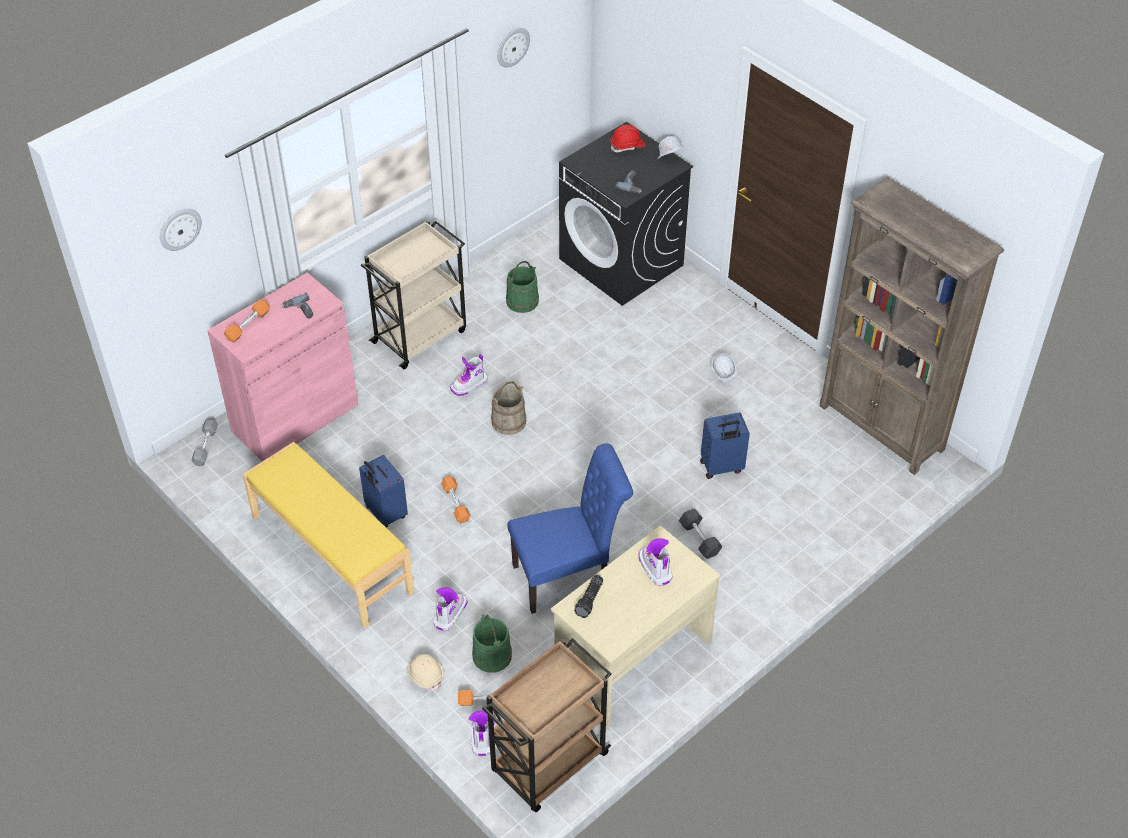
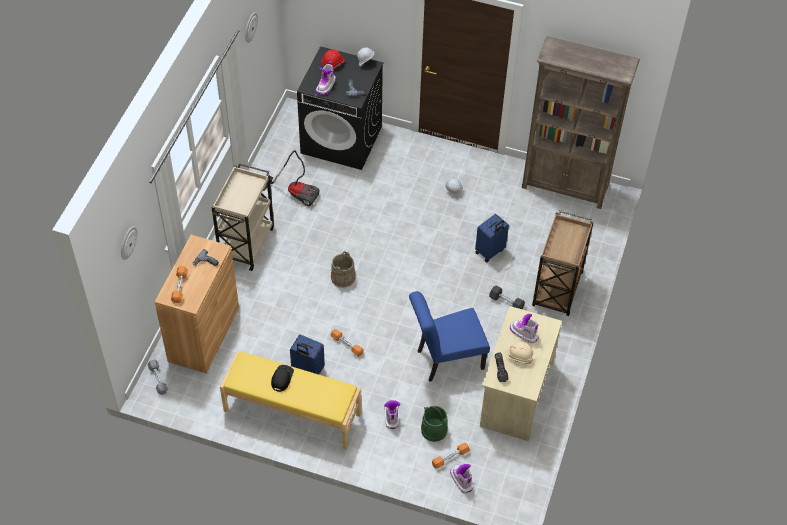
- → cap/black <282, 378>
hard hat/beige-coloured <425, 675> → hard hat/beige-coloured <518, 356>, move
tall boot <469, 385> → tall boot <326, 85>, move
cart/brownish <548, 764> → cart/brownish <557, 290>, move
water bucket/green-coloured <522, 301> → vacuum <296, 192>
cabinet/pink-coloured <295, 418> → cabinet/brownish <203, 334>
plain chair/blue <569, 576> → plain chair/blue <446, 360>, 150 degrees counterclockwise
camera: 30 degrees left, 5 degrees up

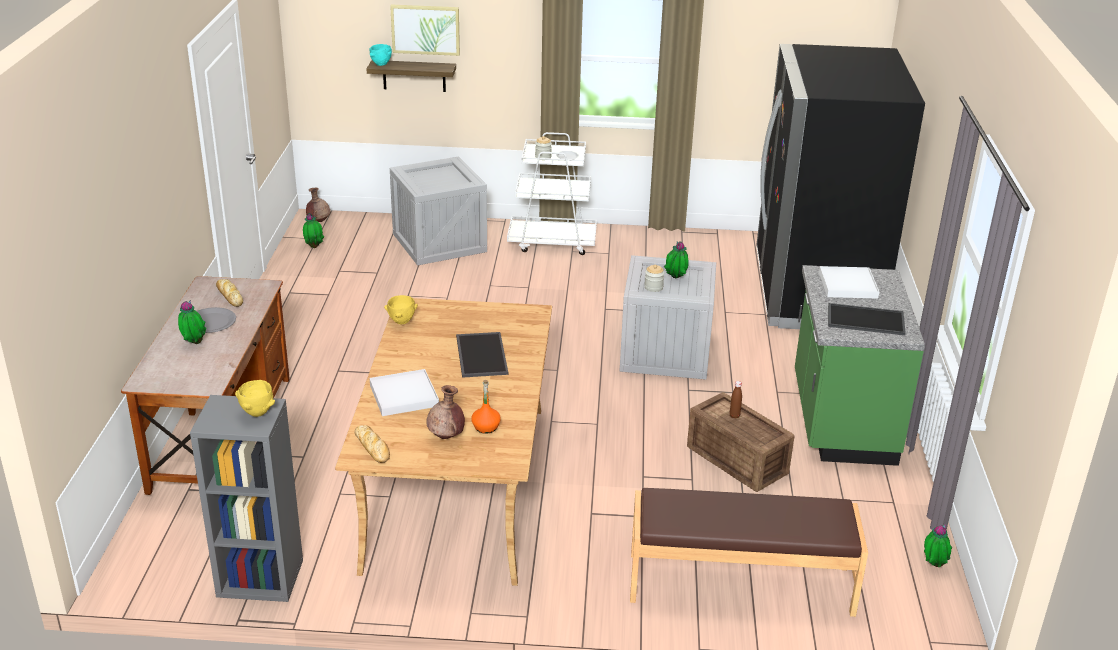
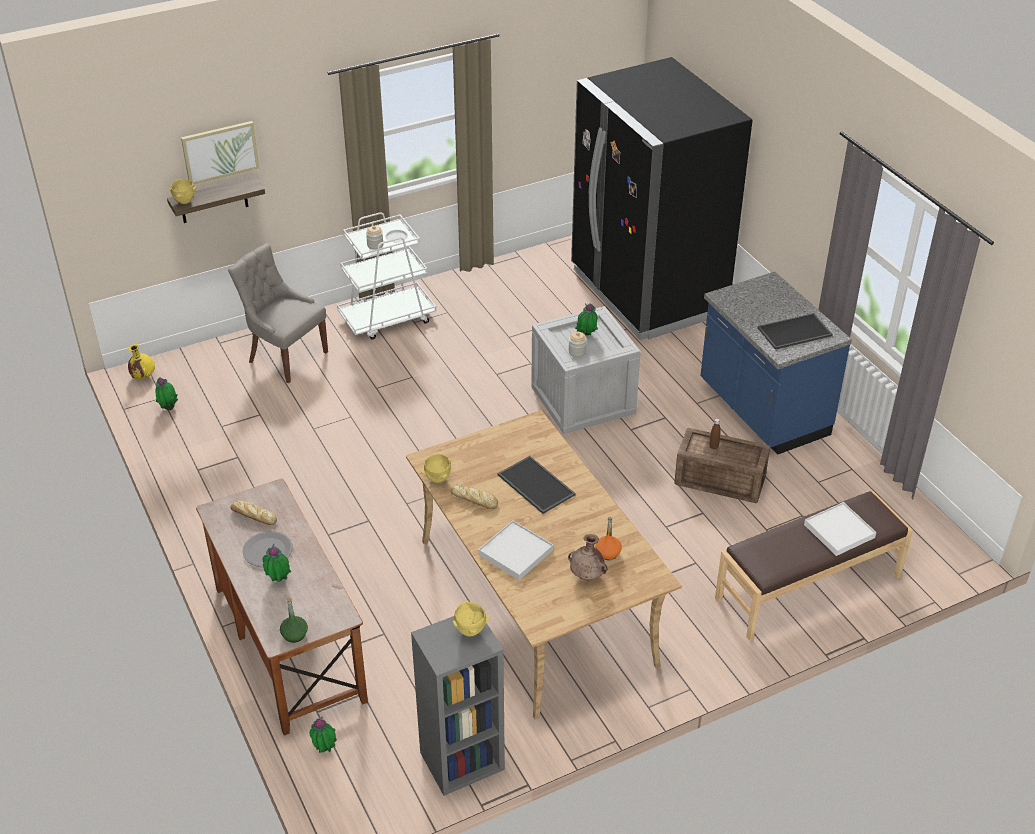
- → bottle/green-coloured <294, 635>
bread <372, 448> → bread <475, 500>, move
tray/white-coloured <847, 285> → tray/white-coloured <839, 531>, move
houseplant <933, 565> → houseplant <324, 749>, move
shipping crate <440, 242> → plain chair/gray <286, 357>
vase/brownish <319, 221> → vase/yellow <143, 376>
deep dish/blue-green <381, 64> → deep dish/yellow <184, 201>
kitchen counter/green-coloured <840, 420> → kitchen counter/blue <762, 411>
camera: 30 degrees left, 10 degrees up

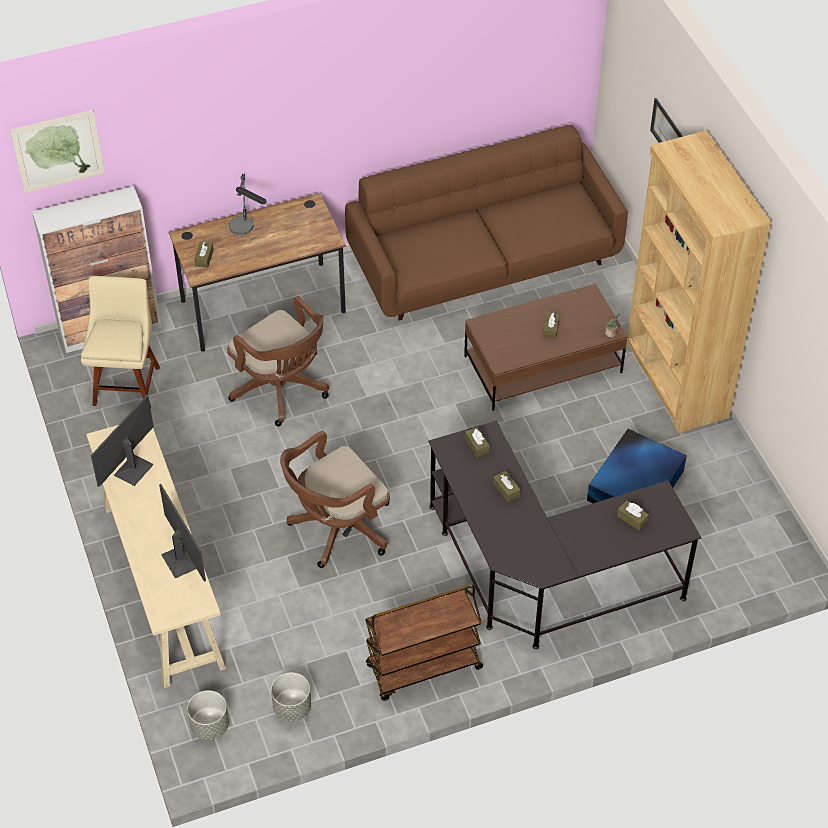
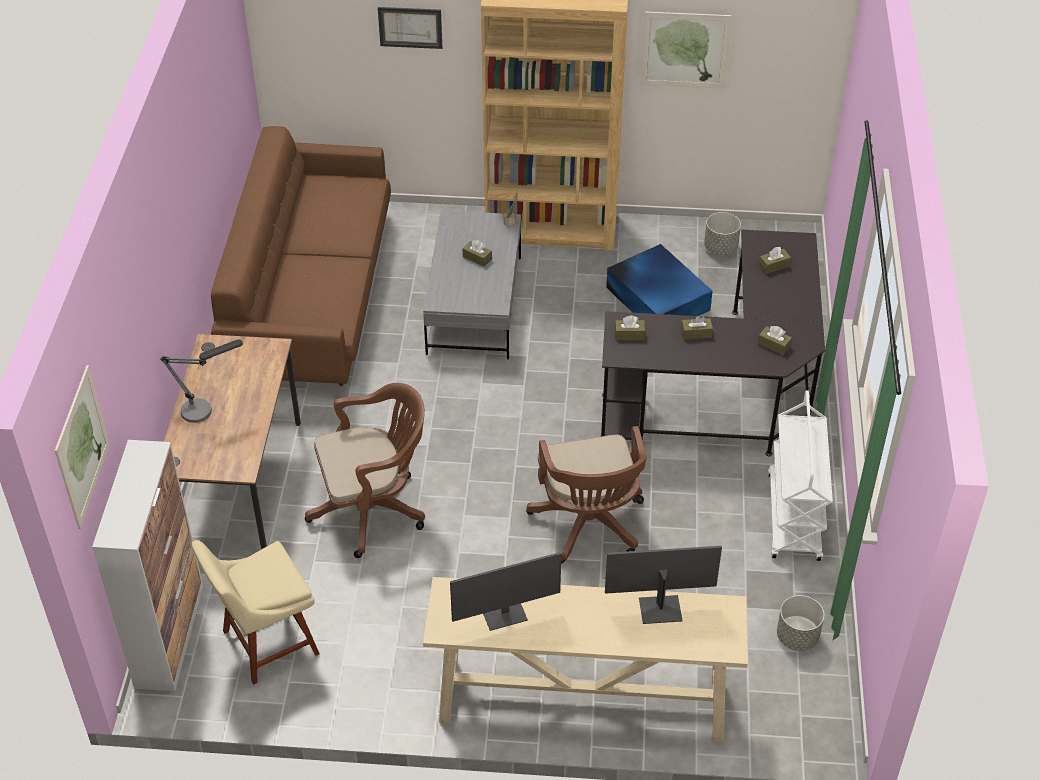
- → wall picture <685, 50>
planter/gray <209, 726> → planter/gray <720, 248>, move
box of tissues/brownish <204, 258> → box of tissues/brownish <774, 345>, move
cart/brownish <423, 668> → cart/white-coloured <794, 518>
lounge table/brownish <543, 364> → lounge table/gray <474, 305>
plain chair/beige-coloured <127, 383> → plain chair/beige-coloured <265, 644>, 60 degrees counterclockwise
computer display <132, 469> → computer display <504, 614>, 75 degrees counterclockwise
camera: 65 degrees left, 5 degrees down

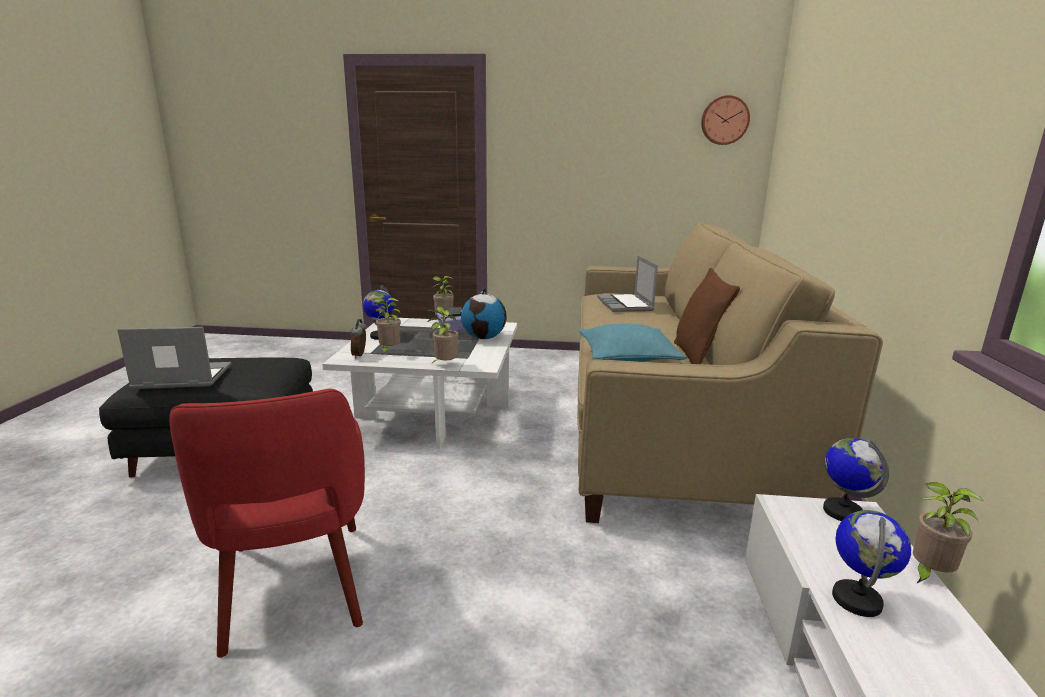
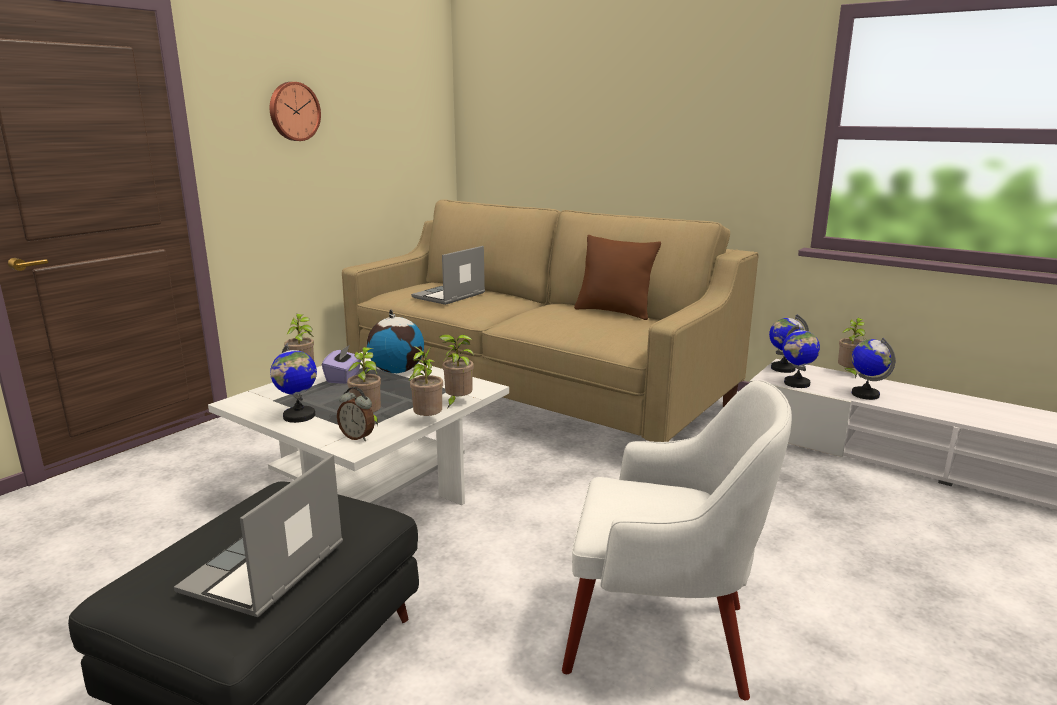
cushion/blue-green <627, 356> → -
- → houseplant <427, 420>
- → globe <796, 383>
clock on the wall <724, 120> → clock on the wall <293, 111>, move
armchair/red-coloured <294, 588> → armchair/white-coloured <663, 638>
notebook computer <626, 305> → notebook computer <449, 296>, 105 degrees clockwise
camera: 60 degrees left, 0 degrees up

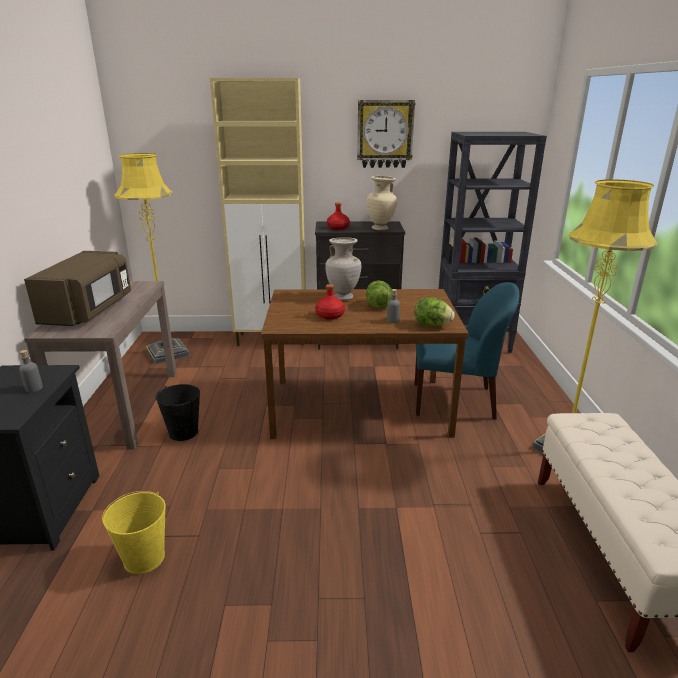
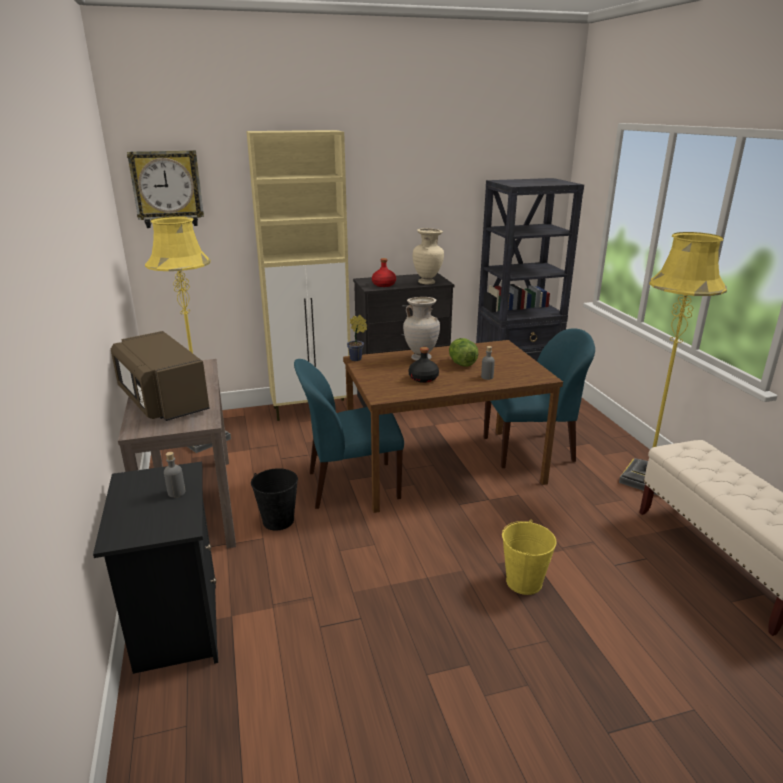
lettuce head <431, 325> → -
- → plain chair/blue <351, 485>
- → houseplant <357, 359>
water bucket/yellow <144, 558> → water bucket/yellow <524, 582>, move
clock on the wall <385, 134> → clock on the wall <167, 189>, move
bottle/red-coloured <329, 315> → bottle/black <423, 378>
microwave oven/brownish <89, 310> → microwave oven/brownish <163, 401>, 150 degrees clockwise
camera: 15 degrees left, 0 degrees up

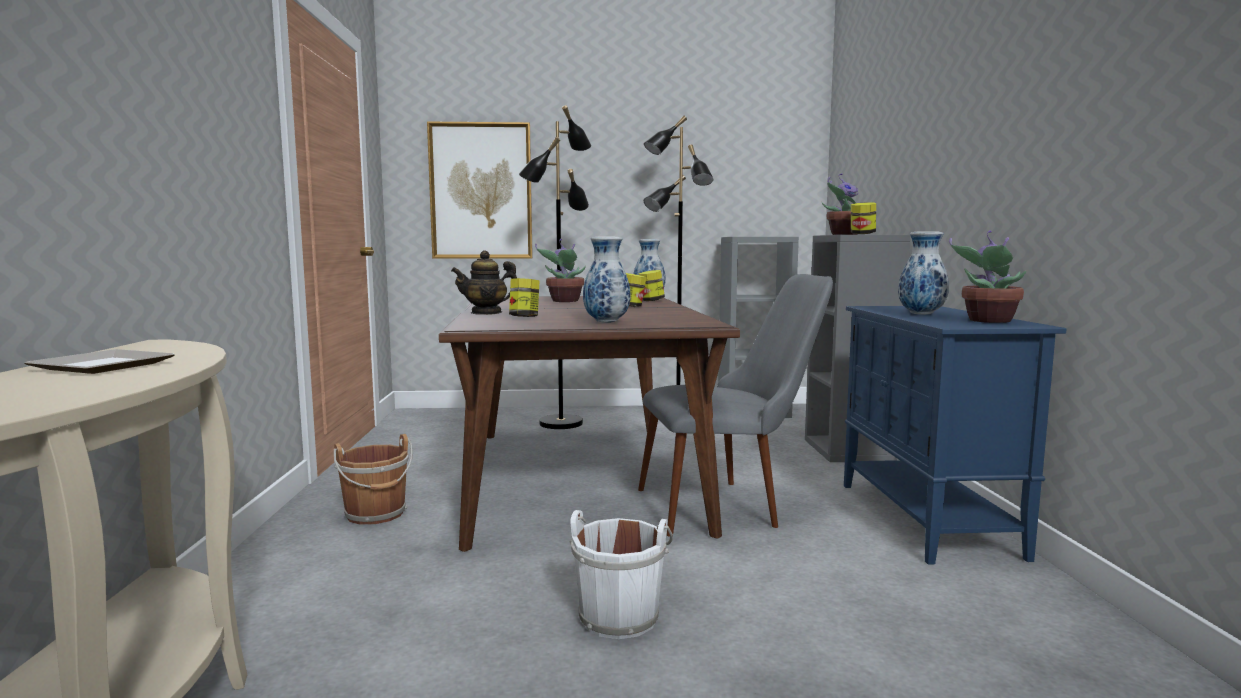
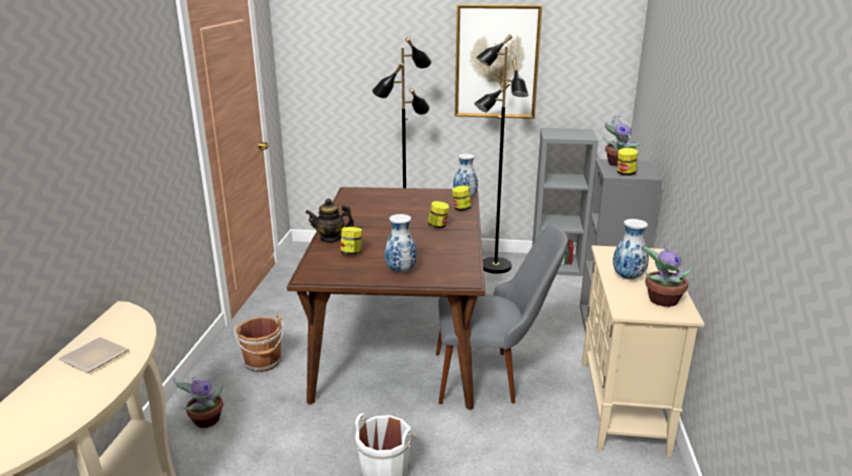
wall picture <481, 191> → wall picture <496, 62>, move
houseplant <564, 301> → houseplant <205, 421>, move
cabinet/blue <927, 519> → cabinet/beige-coloured <622, 406>
camera: 10 degrees right, 15 degrees up

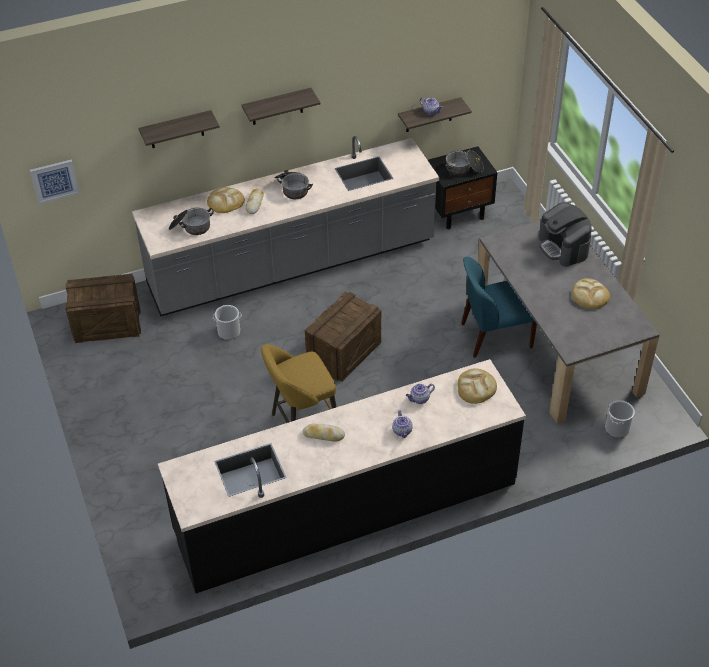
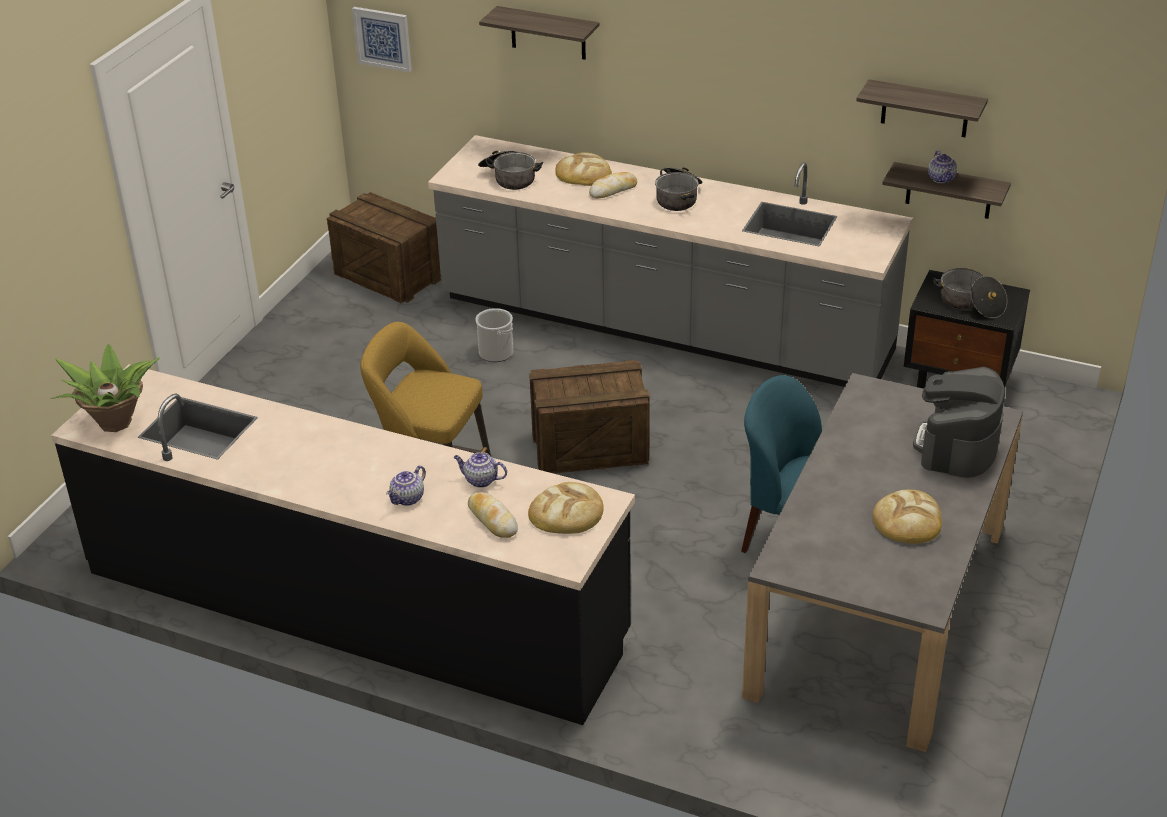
water bucket <617, 429> → -
- → houseplant <115, 421>
wall shelf <277, 107> → wall shelf <925, 109>, move
bread <323, 435> → bread <492, 519>, move
camera: 45 degrees right, 10 degrees down

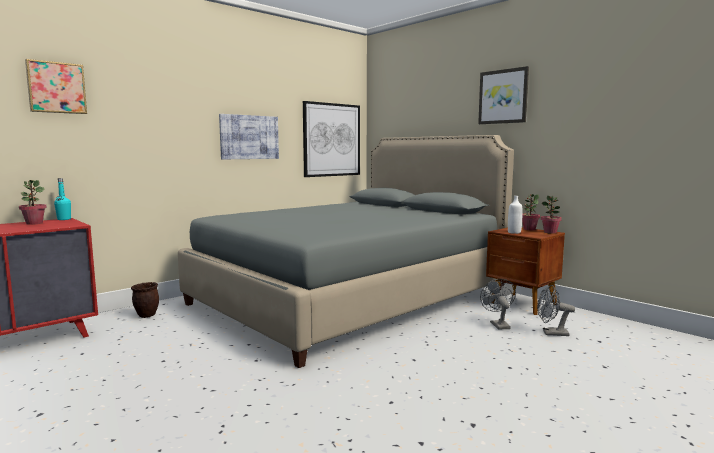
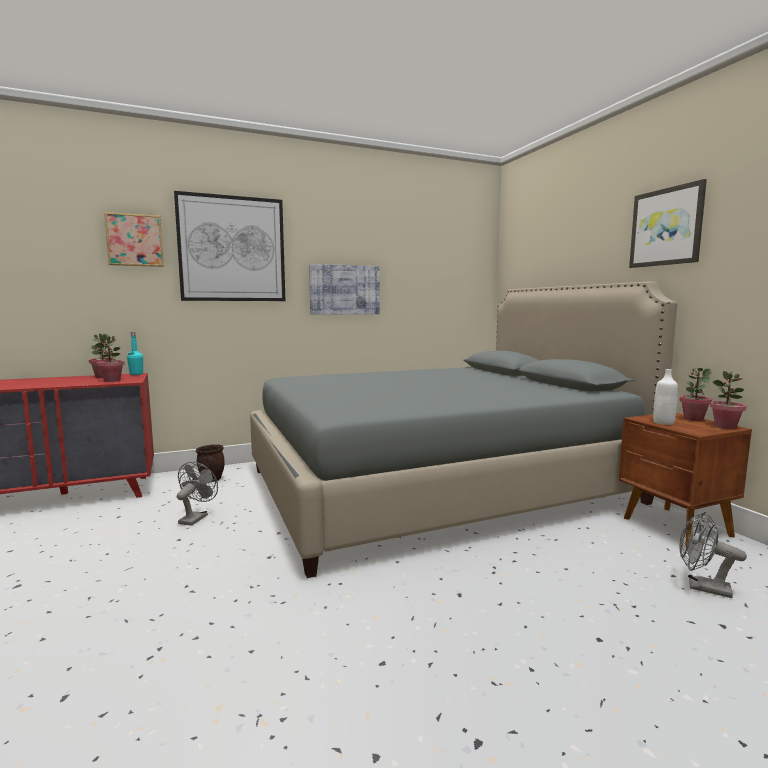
- → houseplant <112, 380>
wall picture <332, 140> → wall picture <232, 249>, move
cooling fan/gray <498, 324> → cooling fan/gray <196, 517>, move
camera: 20 degrees right, 0 degrees up

